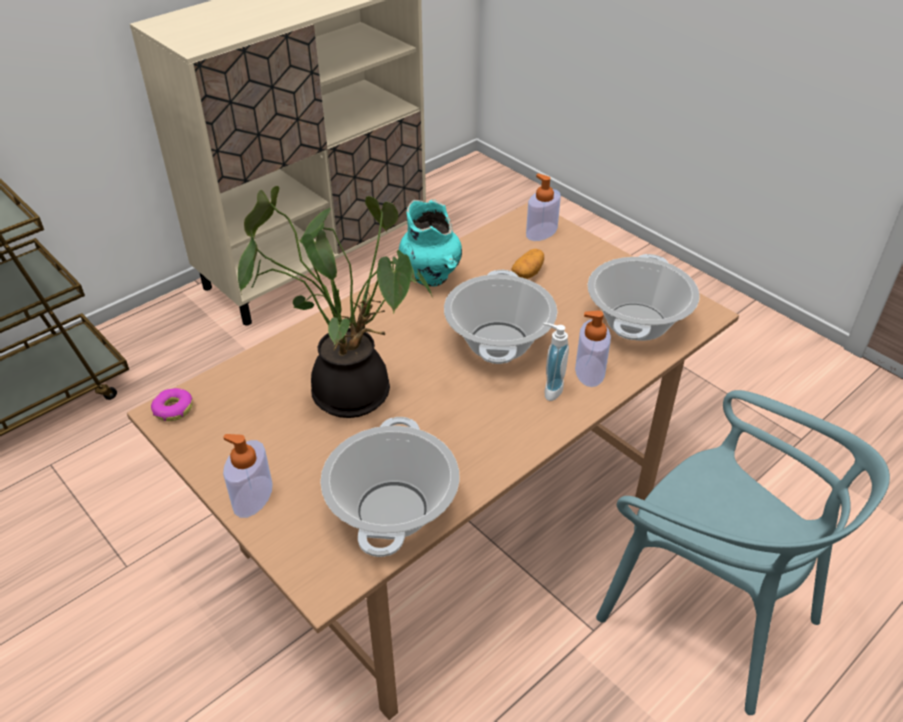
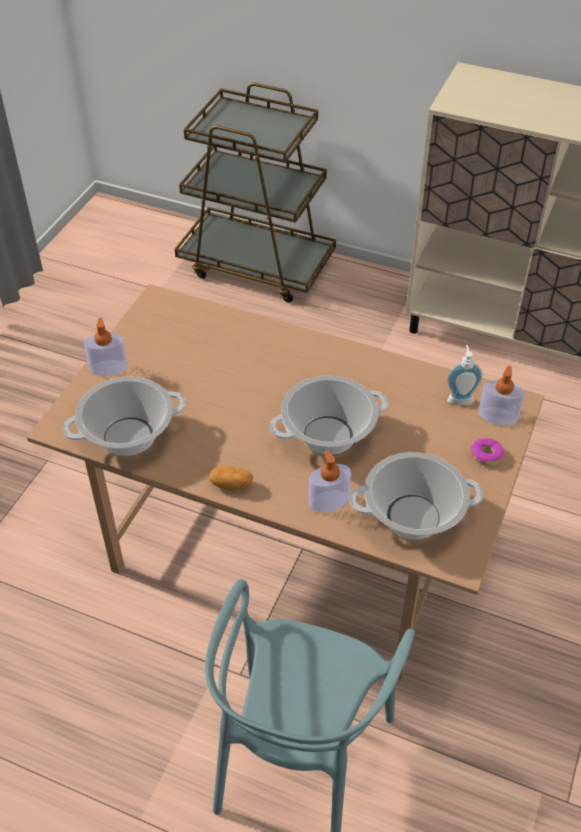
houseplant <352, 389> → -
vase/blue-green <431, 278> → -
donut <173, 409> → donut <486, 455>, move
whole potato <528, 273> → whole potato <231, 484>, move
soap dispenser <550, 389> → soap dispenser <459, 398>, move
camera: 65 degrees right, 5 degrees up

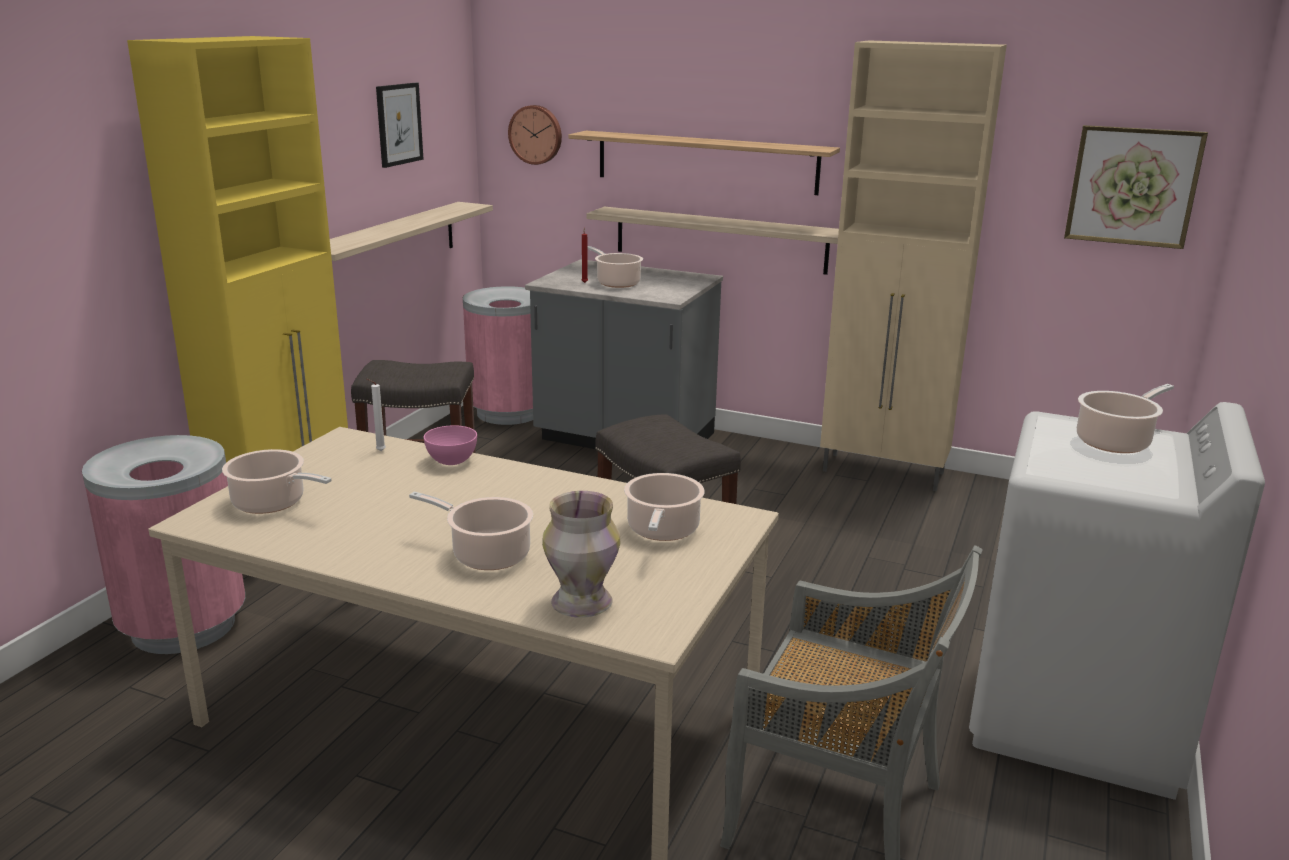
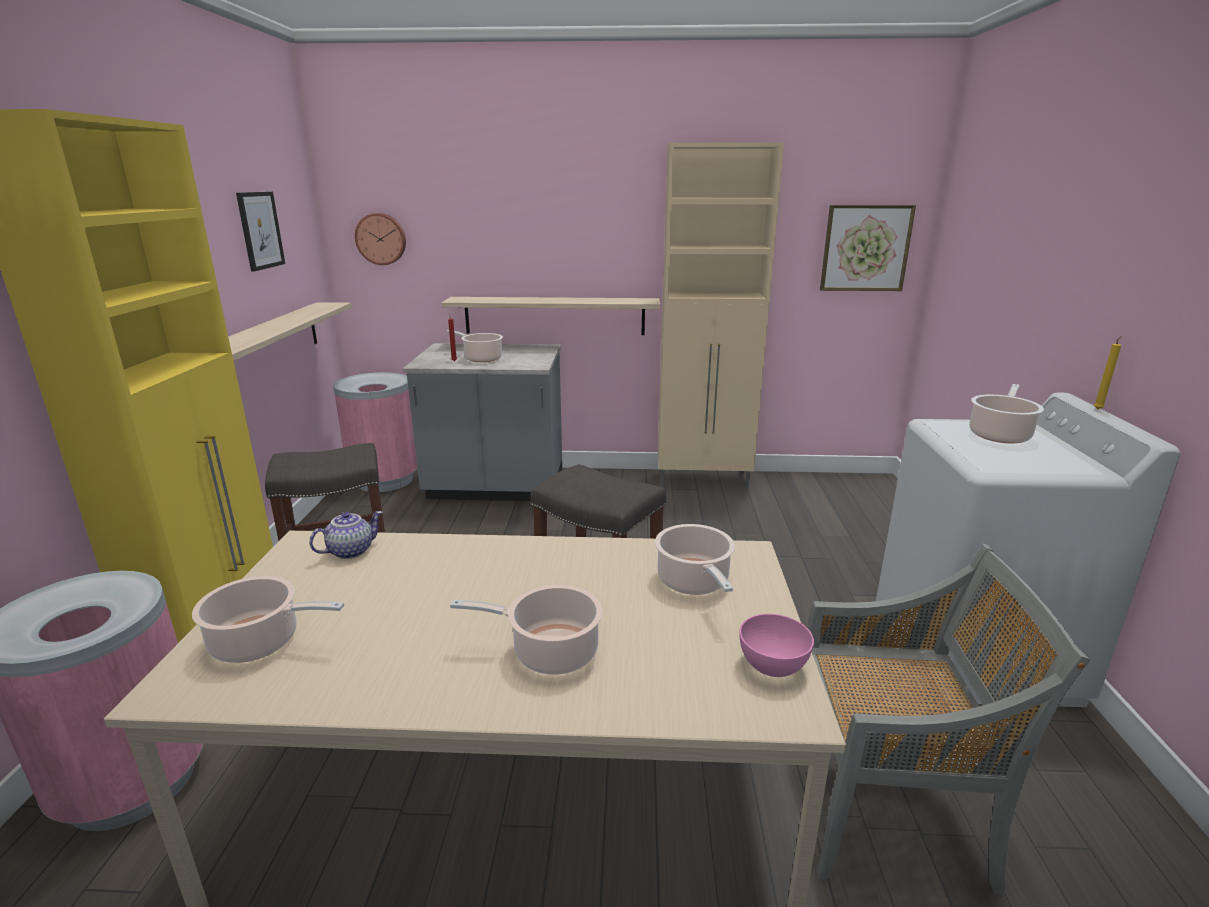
vase <580, 604> → -
wall shelf <706, 162> → -
- → wax candle/yellow <1098, 409>
deep dish/pink-coloured <452, 461> → deep dish/pink-coloured <772, 666>, move
wax candle/white-coloured <379, 451> → pot for tea <351, 551>
camera: 20 degrees left, 0 degrees up

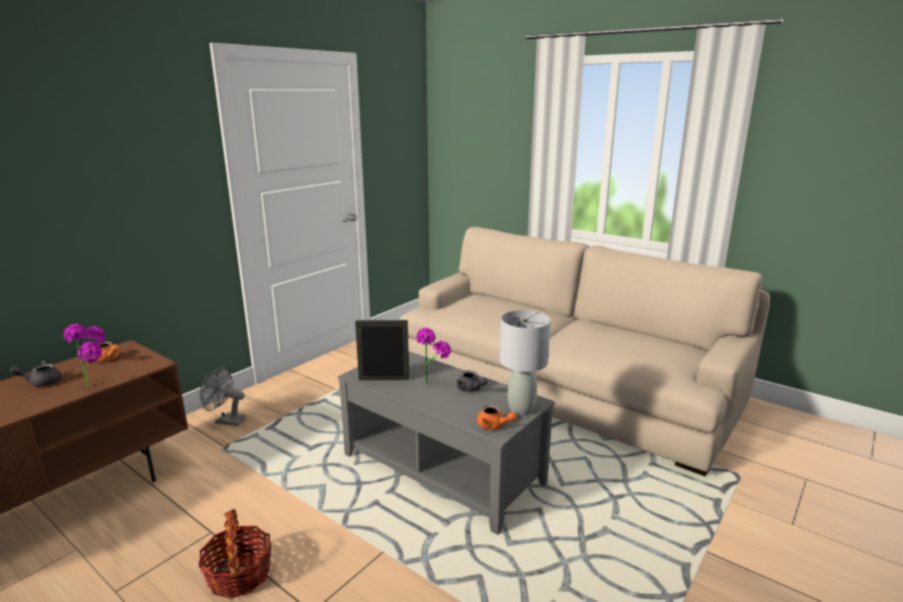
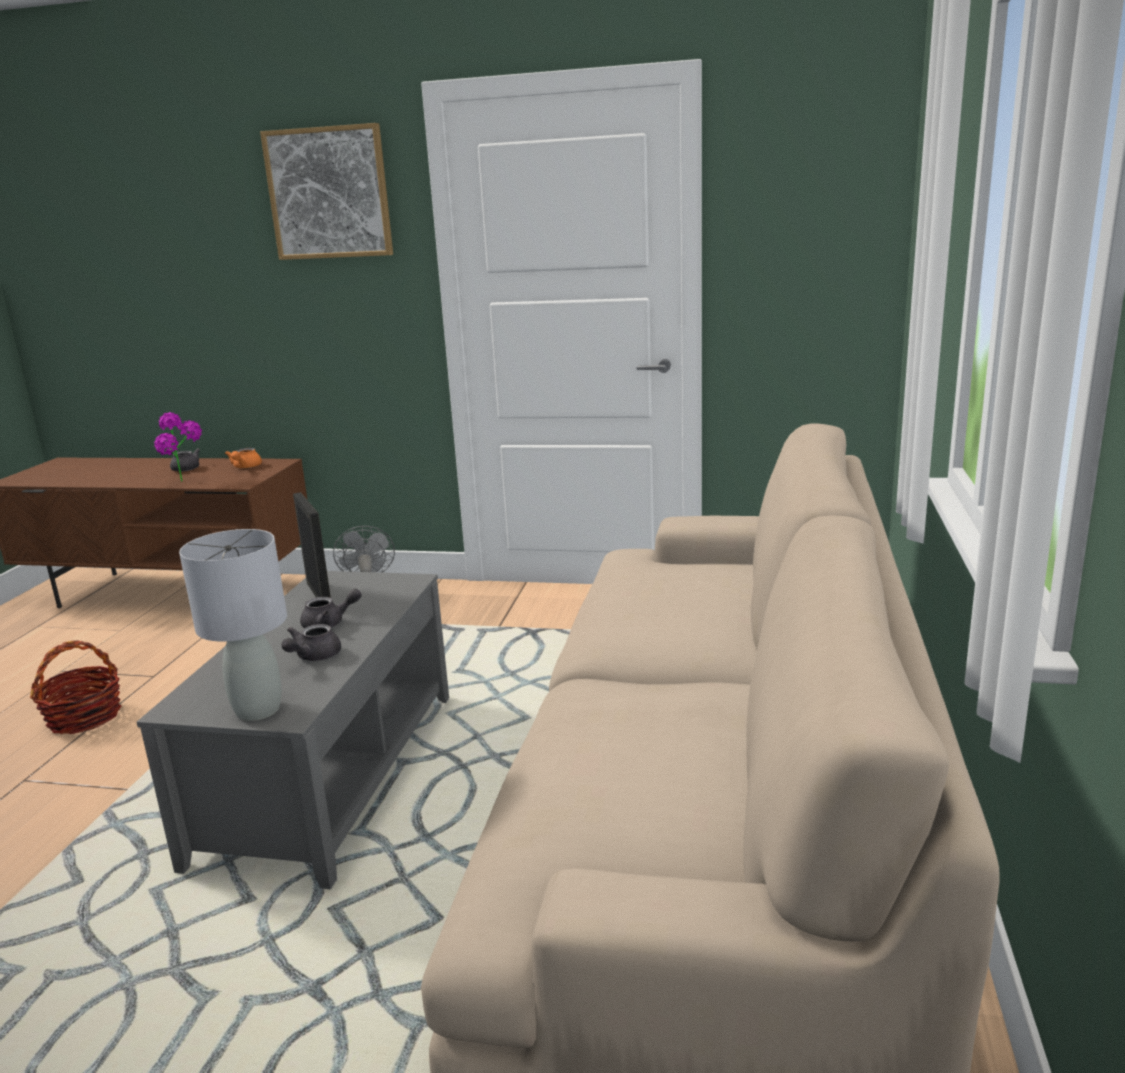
pot for tea/orange <494, 426> → -
- → wall picture <329, 193>
houseplant <431, 380> → pot for tea/gray <329, 624>
camera: 65 degrees right, 0 degrees up

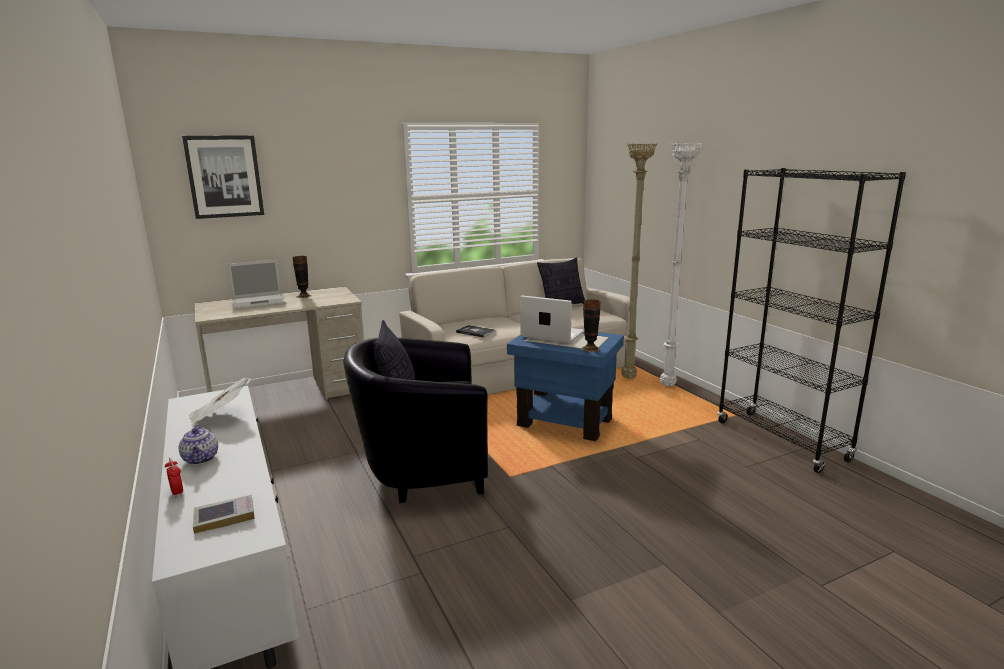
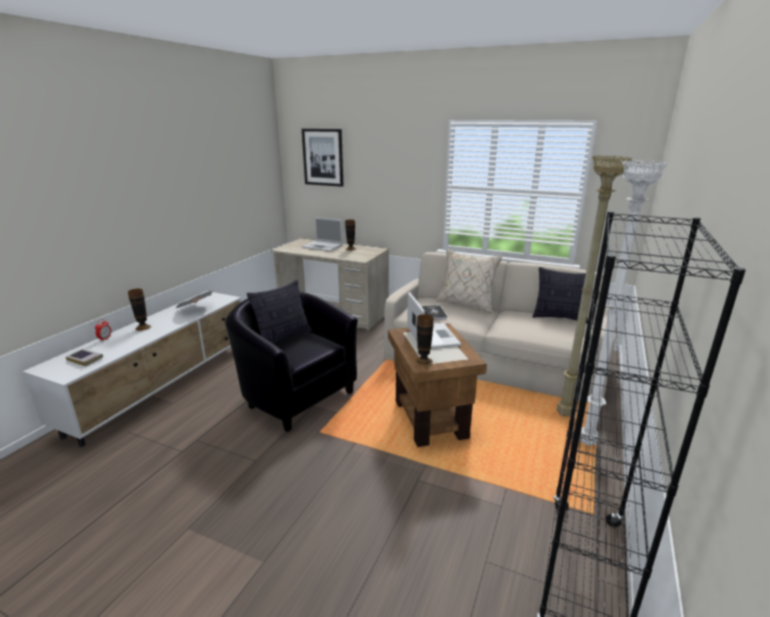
- → cushion/beige-coloured <466, 304>
pot for tea <201, 459> → vase <143, 327>
accent table/blue <565, 422> → accent table/brownish <431, 418>
camera: 50 degrees right, 5 degrees up

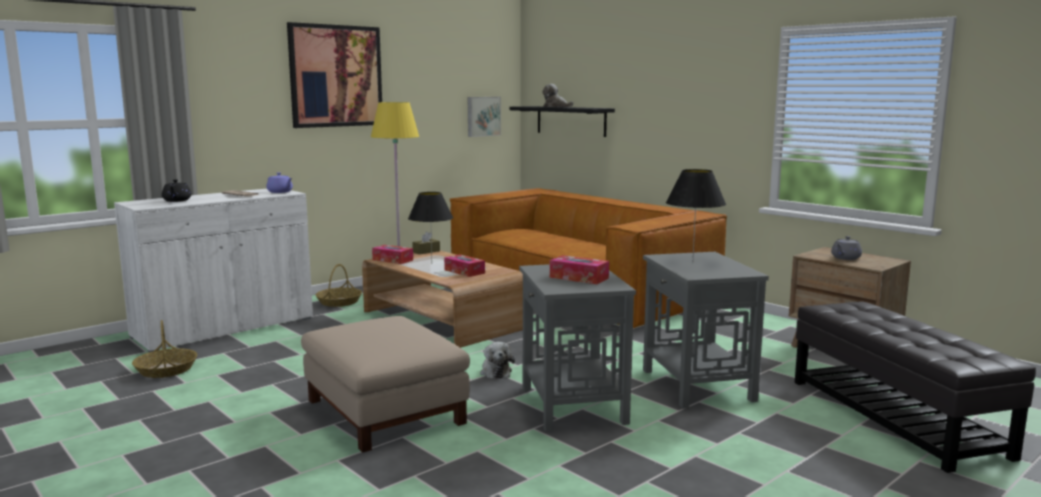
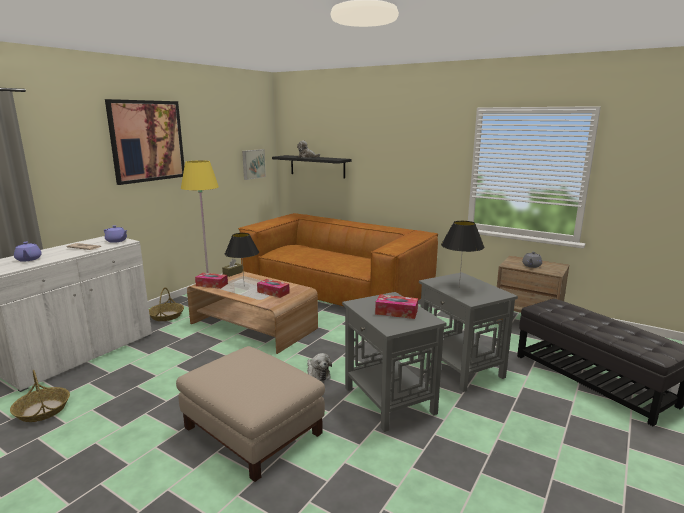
pot for tea/black <177, 200> → pot for tea/purple <28, 259>
camera: 15 degrees left, 5 degrees up

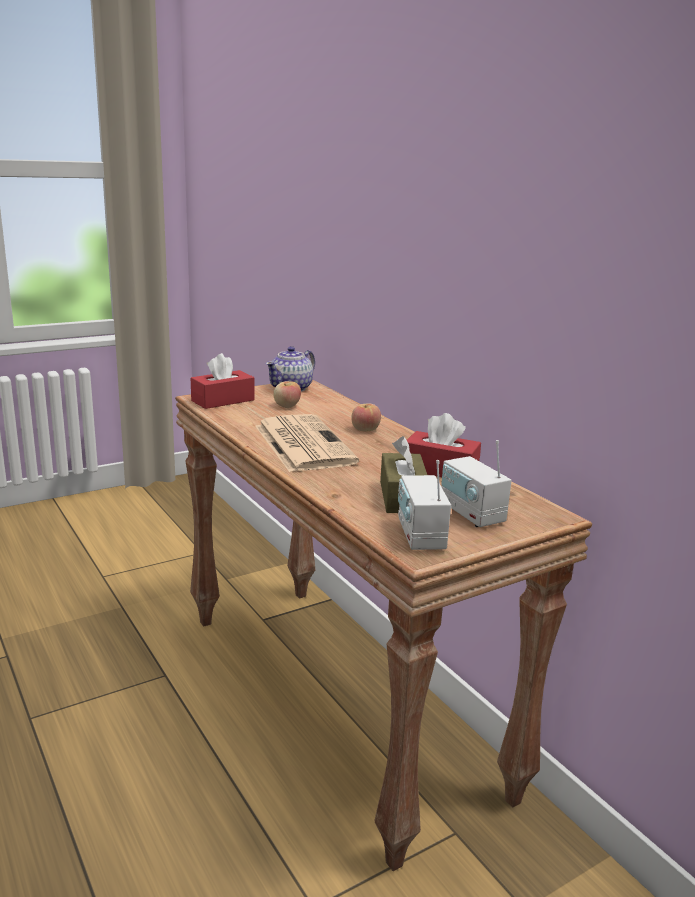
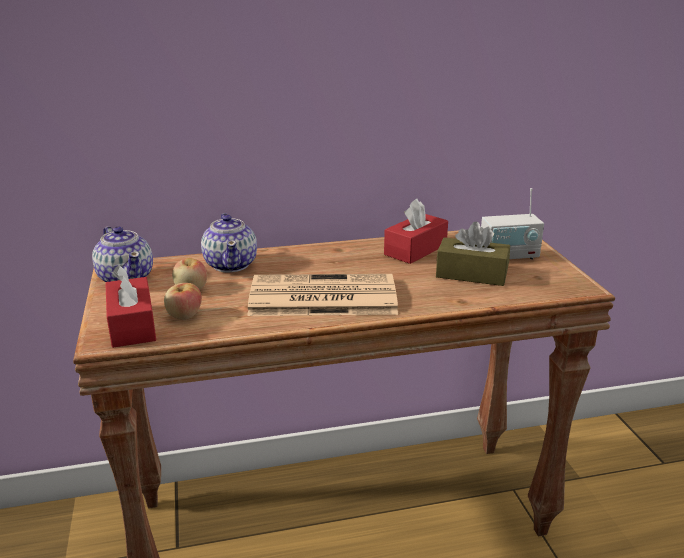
radio <420, 536> → -
- → pot for tea <231, 264>
apple fruit <365, 430> → apple fruit <184, 316>, move
camera: 70 degrees left, 5 degrees up

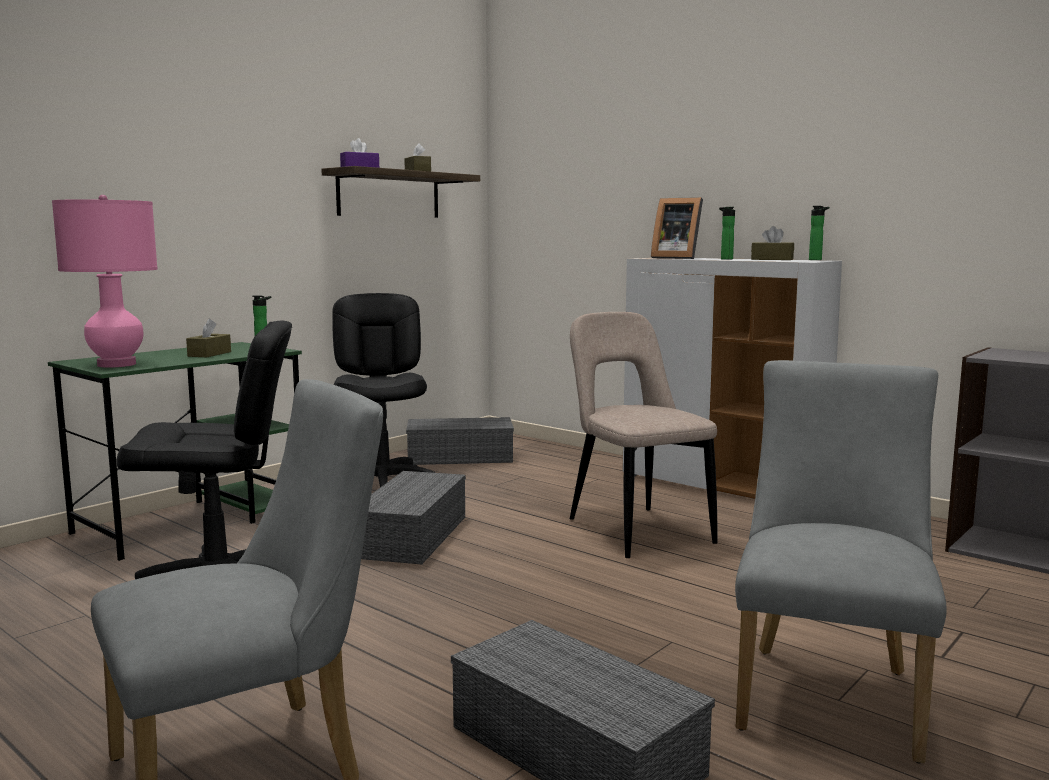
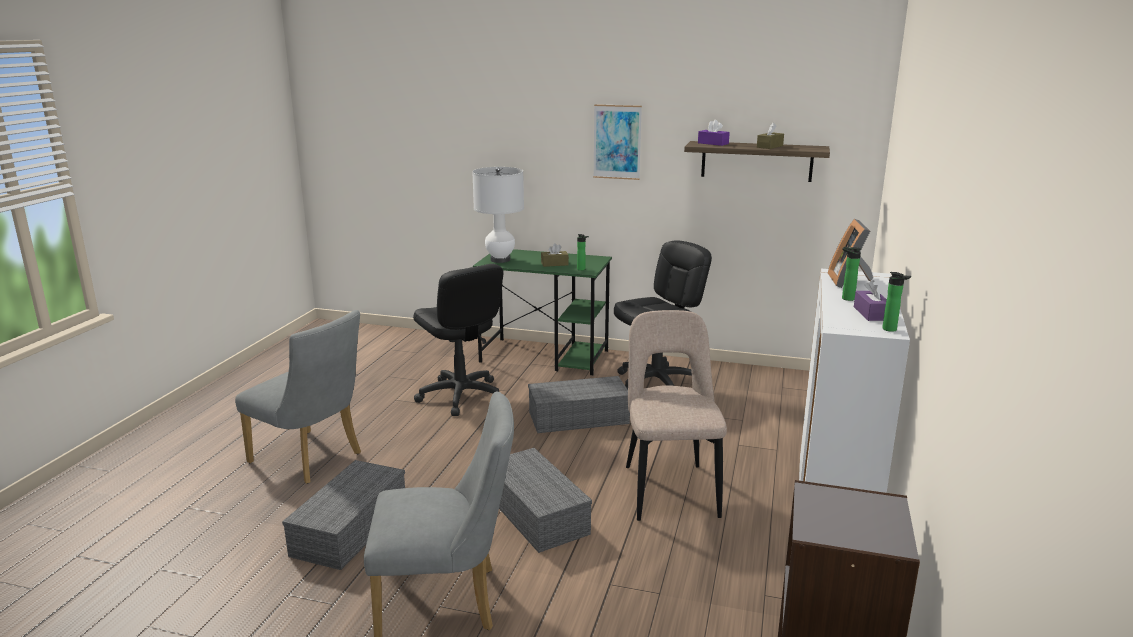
- → wall picture <617, 142>
storage container/gray <461, 456> → storage container/gray <538, 514>, move
tabletop lamp/pink-coloured <117, 364> → tabletop lamp/white-coloured <500, 260>
box of tissues/brownish <772, 259> → box of tissues/purple <871, 313>
plain chair/beige-coloured <635, 530> → plain chair/beige-coloured <669, 488>, 45 degrees counterclockwise
camera: 65 degrees right, 10 degrees up

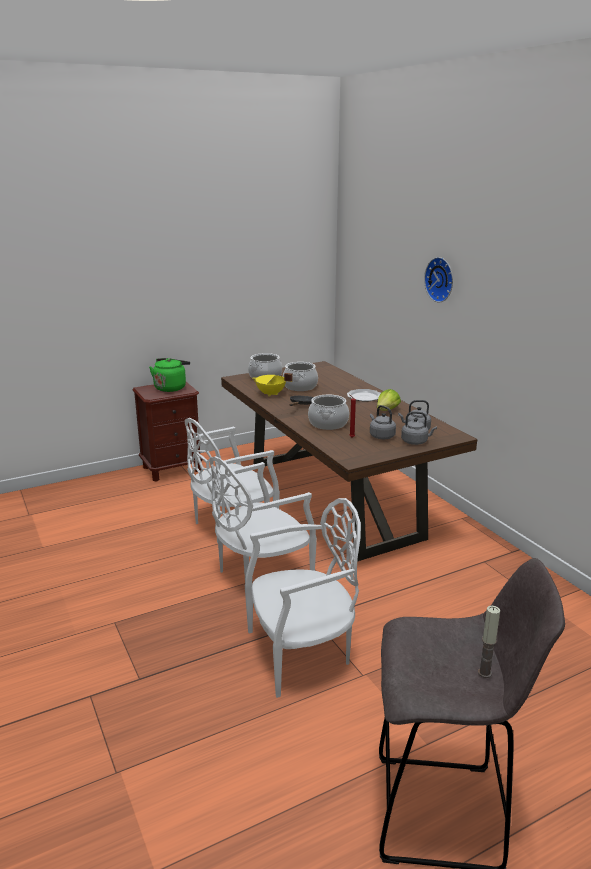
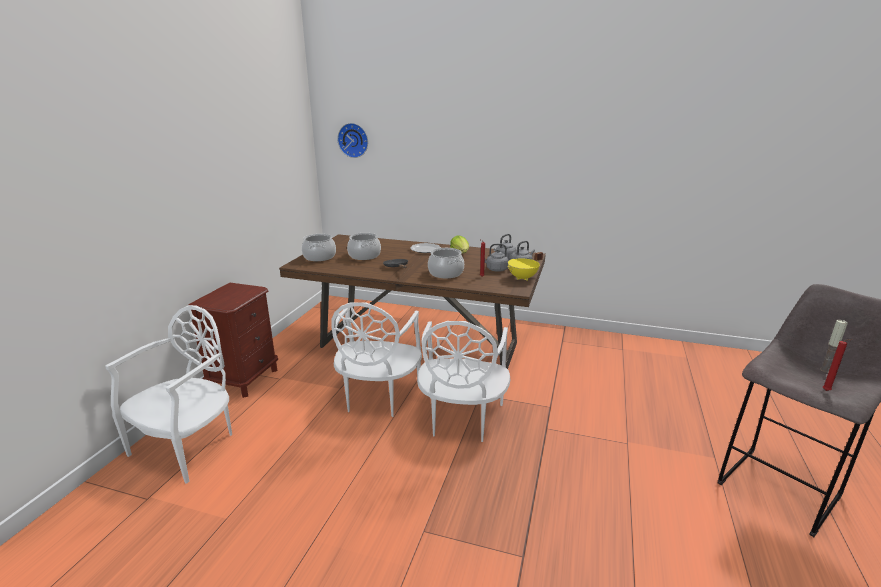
tea kettle/green-coloured <171, 387> → -
- → wax candle/red-coloured <827, 391>
plain chair/white-coloured <302, 653> → plain chair/white-coloured <188, 446>, move
stockpot/yellow <271, 394> → stockpot/yellow <523, 278>, move
clock on the wall <441, 279> → clock on the wall <354, 140>, move
camera: 45 degrees left, 0 degrees up

